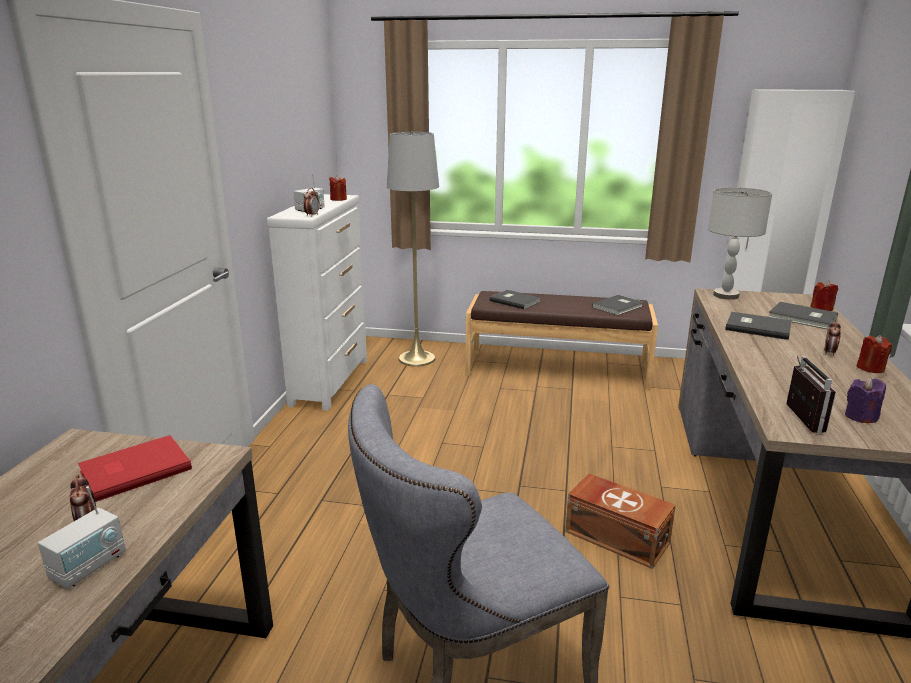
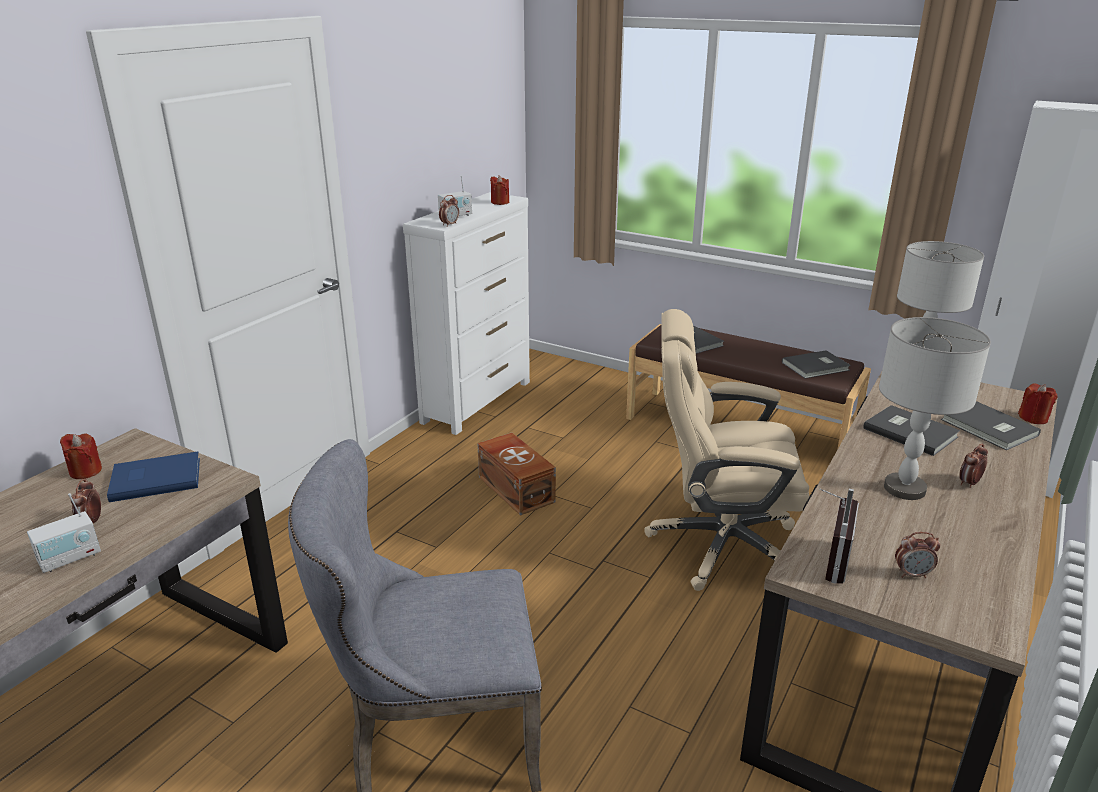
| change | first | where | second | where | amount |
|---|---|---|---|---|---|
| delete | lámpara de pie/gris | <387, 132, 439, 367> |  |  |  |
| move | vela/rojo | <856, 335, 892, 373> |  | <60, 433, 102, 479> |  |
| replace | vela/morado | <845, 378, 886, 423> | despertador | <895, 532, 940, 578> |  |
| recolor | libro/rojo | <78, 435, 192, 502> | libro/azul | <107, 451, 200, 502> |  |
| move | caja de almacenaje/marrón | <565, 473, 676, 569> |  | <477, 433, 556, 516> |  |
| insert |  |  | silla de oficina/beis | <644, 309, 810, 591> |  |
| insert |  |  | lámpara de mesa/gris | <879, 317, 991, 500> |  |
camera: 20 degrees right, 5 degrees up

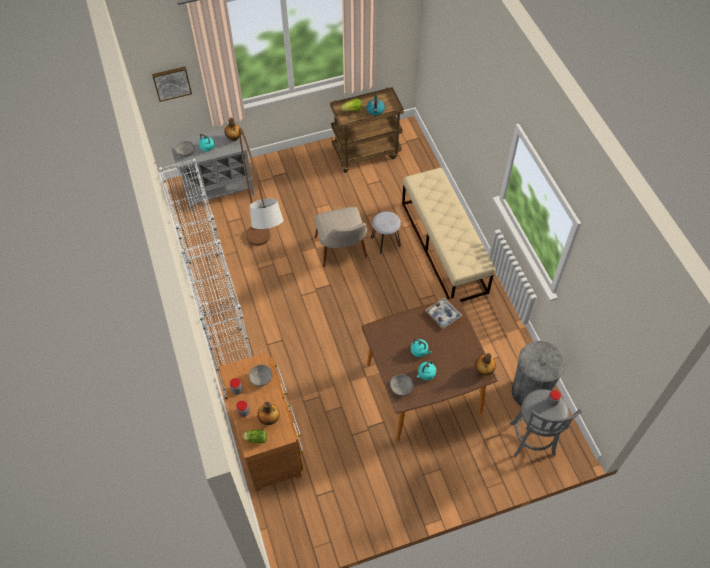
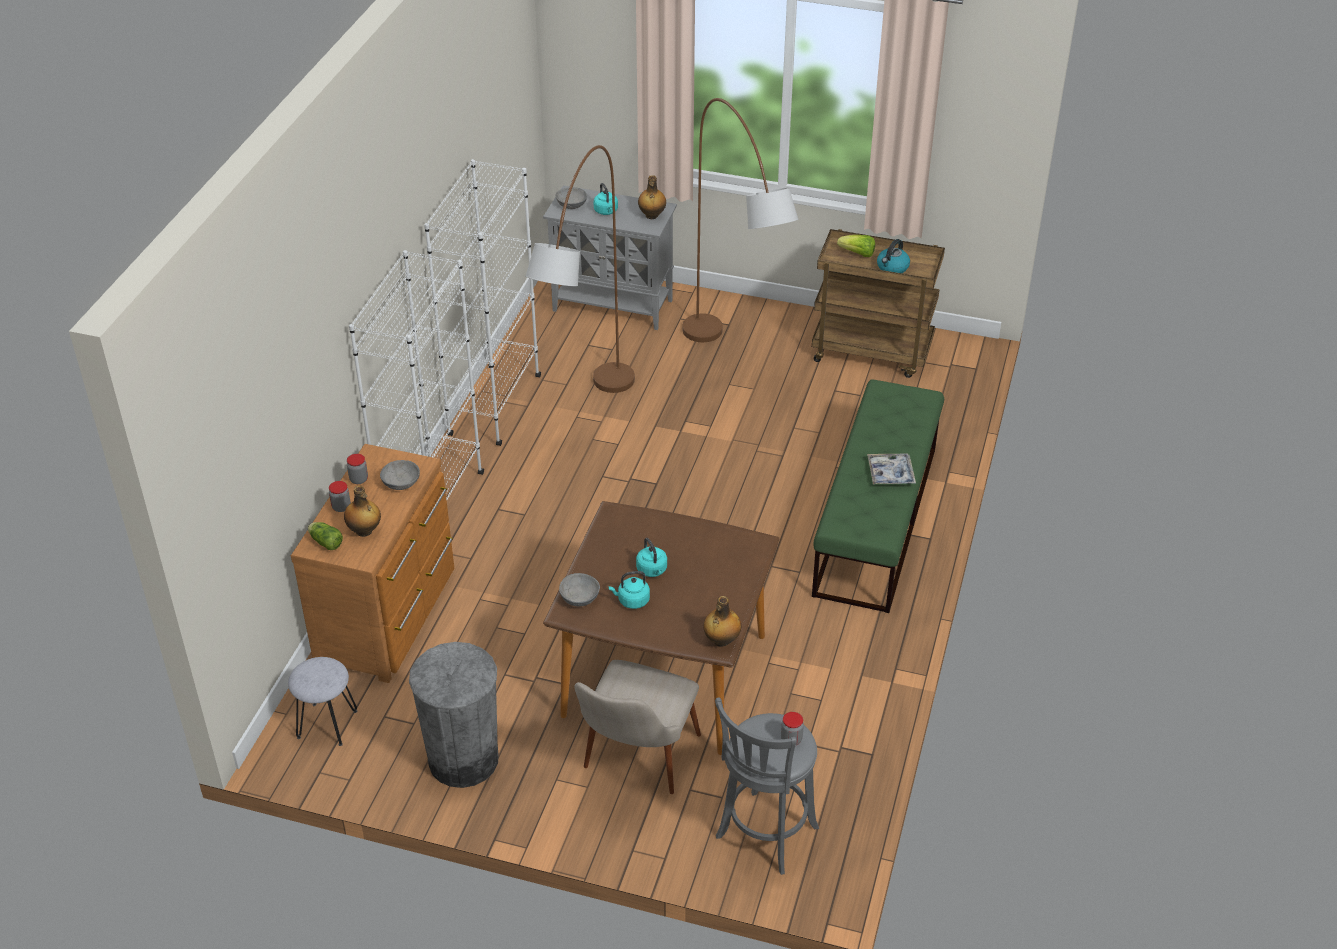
| change | first | where | second | where | amount |
|---|---|---|---|---|---|
| delete | cuadro | <152, 67, 192, 102> |  |  |  |
| recolor | banco/beis | <402, 168, 495, 302> | banco/verde | <812, 380, 944, 613> |  |
| move | silla/beis | <314, 207, 367, 267> |  | <574, 660, 701, 794> |  |
| move | taburete/gris | <371, 211, 401, 254> |  | <288, 657, 357, 746> |  |
| move | bandeja | <425, 298, 462, 329> |  | <867, 453, 916, 484> |  |
| move | papelera/gris | <512, 341, 566, 406> |  | <409, 642, 498, 788> |  |
| insert |  |  | lámpara de pie/marrón | <683, 98, 798, 342> |  |
camera: 35 degrees right, 15 degrees down

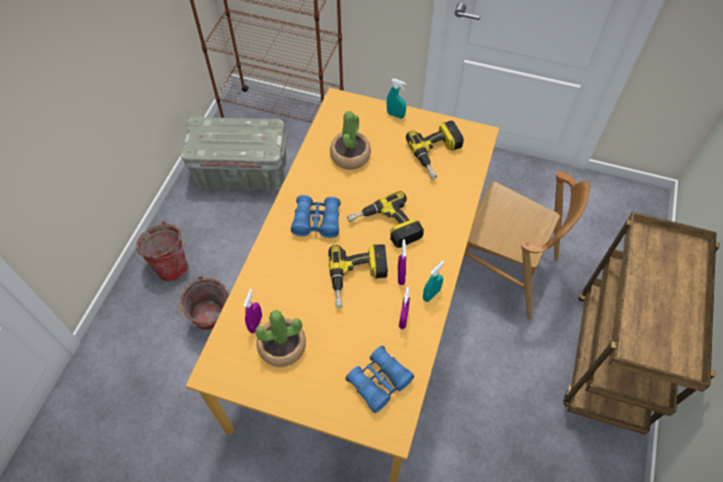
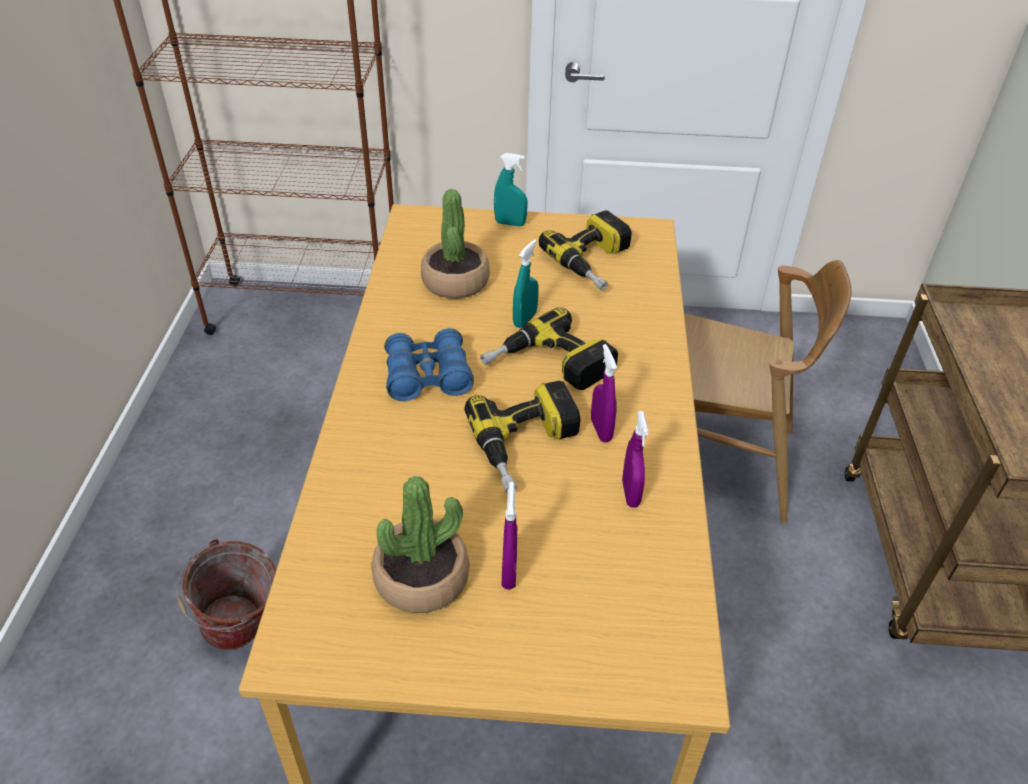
| change | first | where | second | where | amount |
|---|---|---|---|---|---|
| delete | caja de almacenaje/gris | <180, 117, 286, 192> |  |  |  |
| delete | cubo | <136, 221, 188, 282> |  |  |  |
| move | pulverizador/turquesa | <423, 261, 444, 302> |  | <513, 239, 539, 328> |  |
| move | pulverizador/morado | <243, 289, 262, 333> |  | <501, 482, 517, 590> |  |
| delete | prismáticos/azul | <345, 346, 414, 413> |  |  |  |
camera: 15 degrees left, 15 degrees down

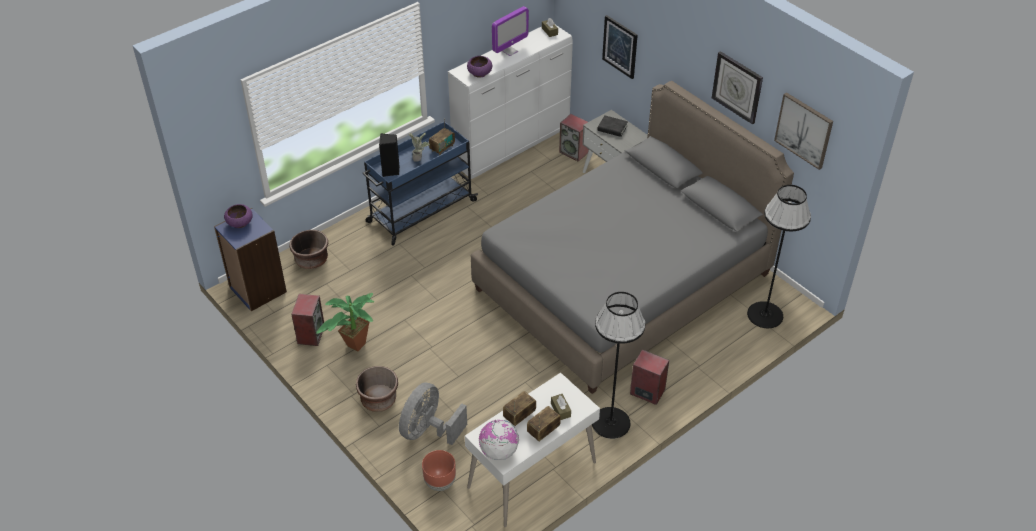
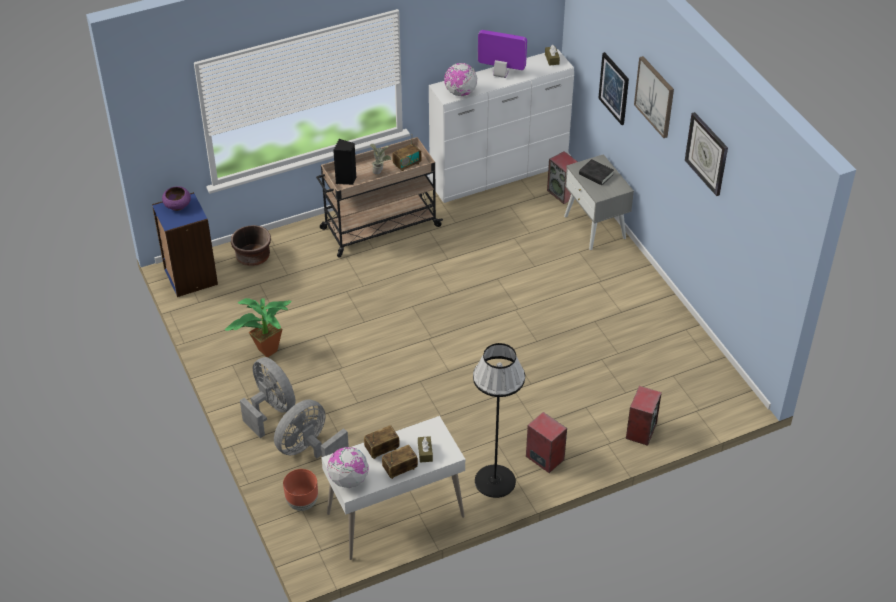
| change | first | where | second | where | amount |
|---|---|---|---|---|---|
| rotate | monitor | <492, 6, 529, 56> |  | <478, 30, 527, 78> | 135 degrees counterclockwise |
| replace | cuenco/morado | <467, 56, 492, 78> | globo terráqueo | <444, 63, 477, 96> |  |
| delete | cama/gris | <471, 81, 794, 394> |  |  |  |
| move | cuadro | <774, 92, 833, 170> |  | <634, 56, 674, 138> |  |
| recolor | carrito/azul | <363, 121, 478, 246> | carrito/beis | <316, 137, 443, 258> |  |
| delete | lámpara de pie/negro | <747, 185, 811, 328> |  |  |  |
| move | altavoz | <291, 294, 324, 346> |  | <626, 386, 662, 446> |  |
| replace | maceta/marrón | <356, 366, 398, 412> | ventilador/gris | <240, 357, 295, 438> |  |
camera: 15 degrees right, 0 degrees up

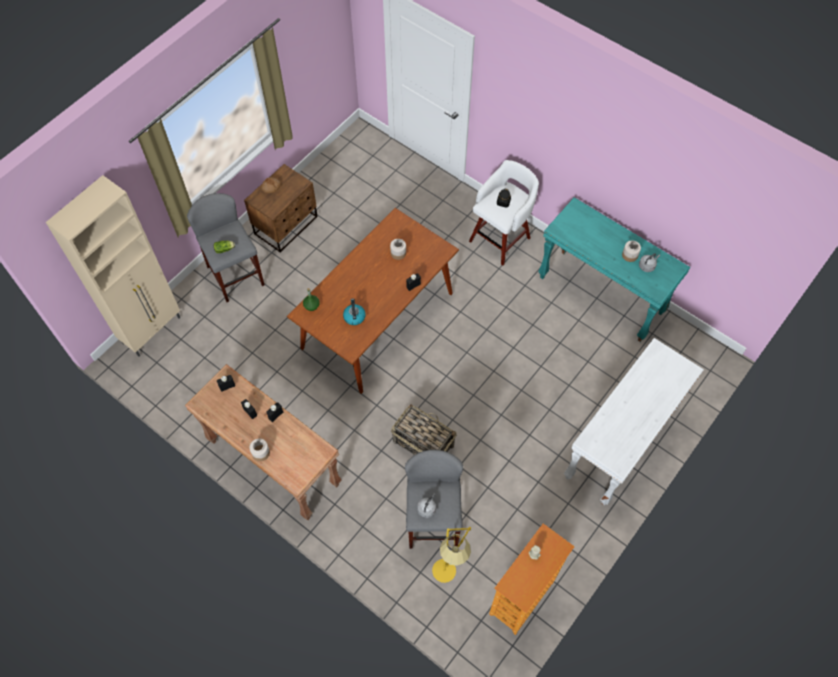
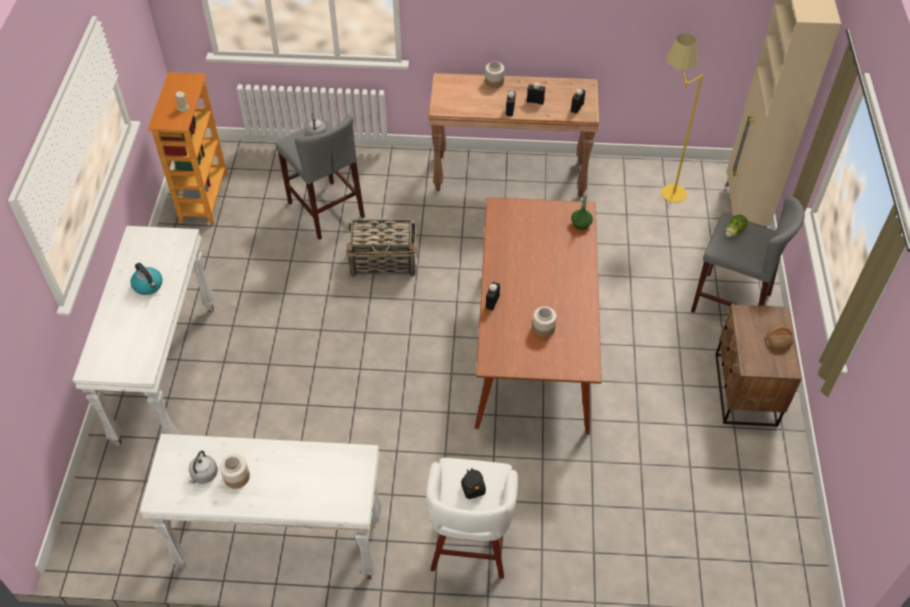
| change | first | where | second | where | amount |
|---|---|---|---|---|---|
| recolor | mesa consola/turquesa | <538, 197, 690, 342> | mesa consola/blanco | <140, 434, 382, 579> |  |
| move | hervidor | <343, 299, 366, 325> |  | <130, 263, 162, 295> |  |
| move | lámpara de pie/amarillo | <432, 527, 471, 583> |  | <661, 34, 703, 203> |  |
camera: 145 degrees right, 10 degrees down

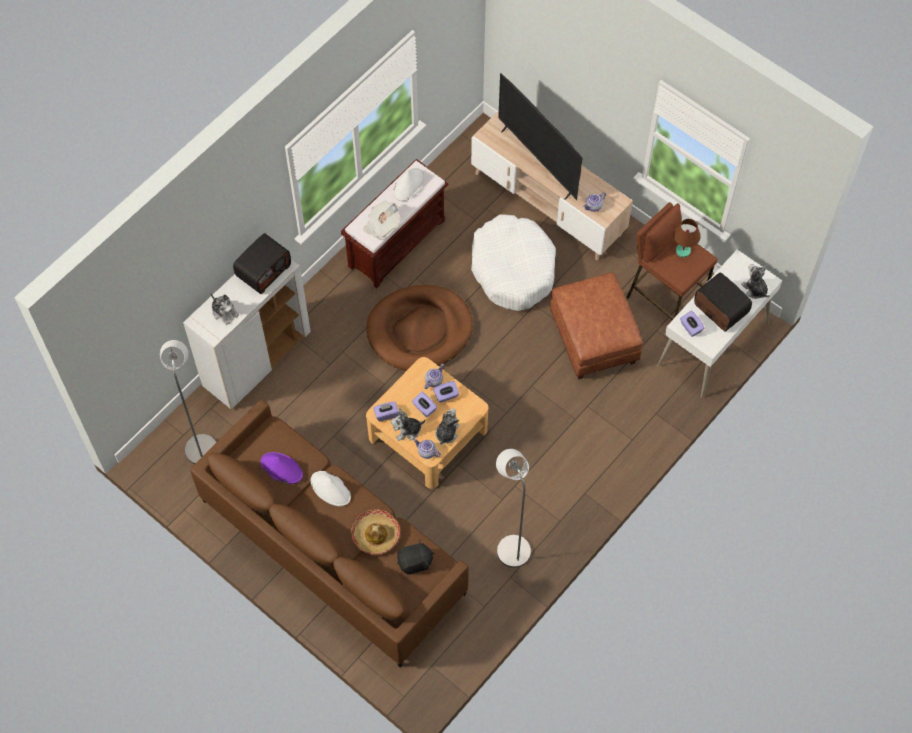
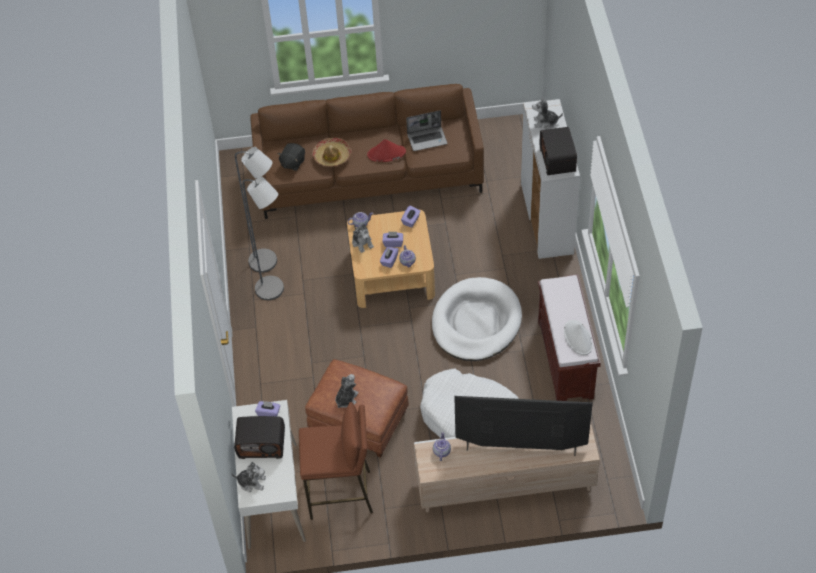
| change | first | where | second | where | amount |
|---|---|---|---|---|---|
| delete | periódico | <363, 200, 401, 240> |  |  |  |
| delete | lámpara de mesa/marrón | <673, 219, 701, 258> |  |  |  |
| recolor | cama para perro/marrón | <367, 285, 473, 371> | cama para perro/blanco | <432, 277, 522, 361> |  |
| move | lámpara de pie/gris | <160, 340, 217, 464> |  | <242, 177, 284, 300> |  |
| move | peluche | <391, 408, 426, 441> |  | <335, 374, 359, 408> |  |
| replace | sombrero/morado | <261, 452, 303, 484> | portátil | <406, 110, 447, 151> |  |
| recolor | sombrero/blanco | <311, 471, 351, 506> | sombrero/rojo | <367, 139, 406, 162> |  |
camera: 135 degrees right, 10 degrees down

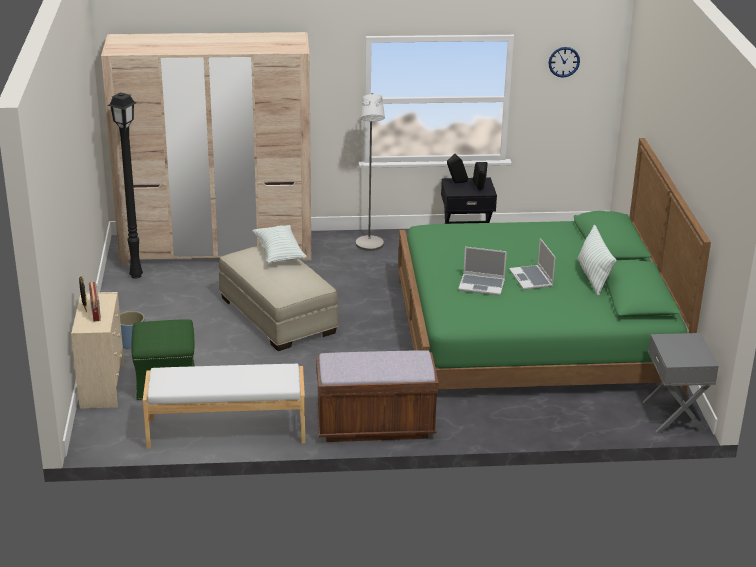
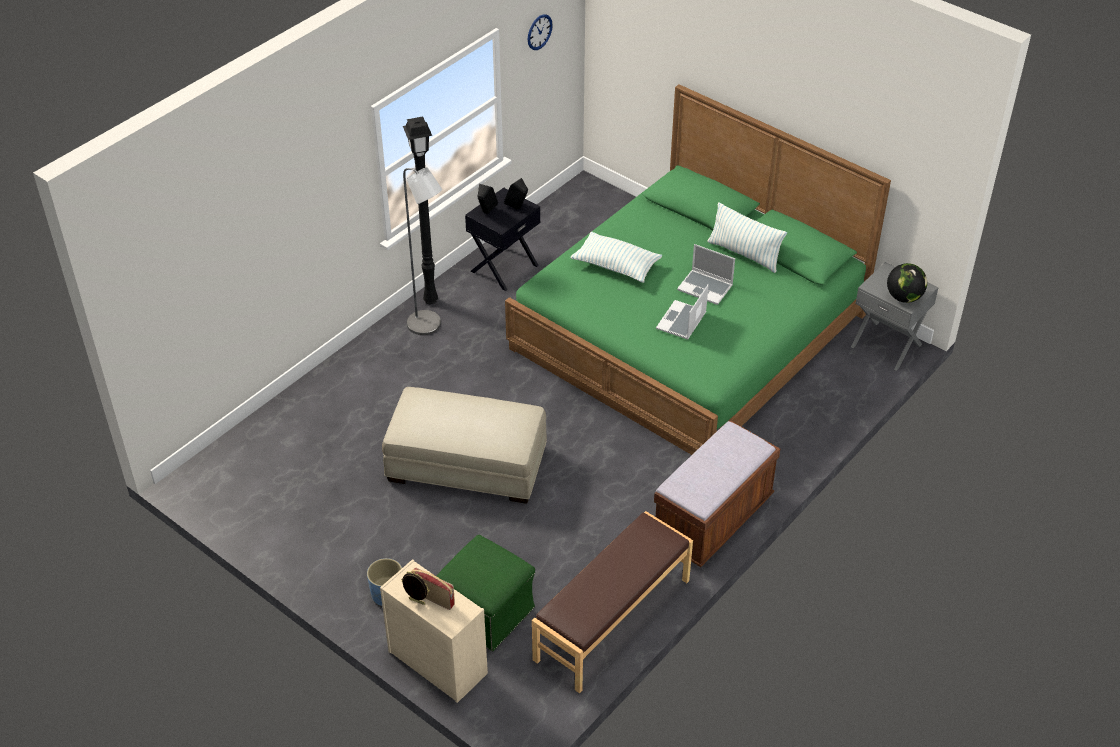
| change | first | where | second | where | amount |
|---|---|---|---|---|---|
| delete | armario ropero/beis | <101, 32, 311, 265> |  |  |  |
| move | lámpara de pie/negro | <107, 92, 143, 279> |  | <403, 117, 438, 304> |  |
| move | cojín | <252, 225, 307, 264> |  | <571, 232, 662, 283> |  |
| rotate | portátil | <458, 247, 507, 296> |  | <656, 285, 708, 340> | 150 degrees clockwise |
| recolor | banco/blanco | <143, 364, 305, 449> | banco/marrón | <532, 511, 693, 693> |  |
| insert |  |  | globo terráqueo | <887, 263, 927, 303> |  |
camera: 45 degrees left, 15 degrees up

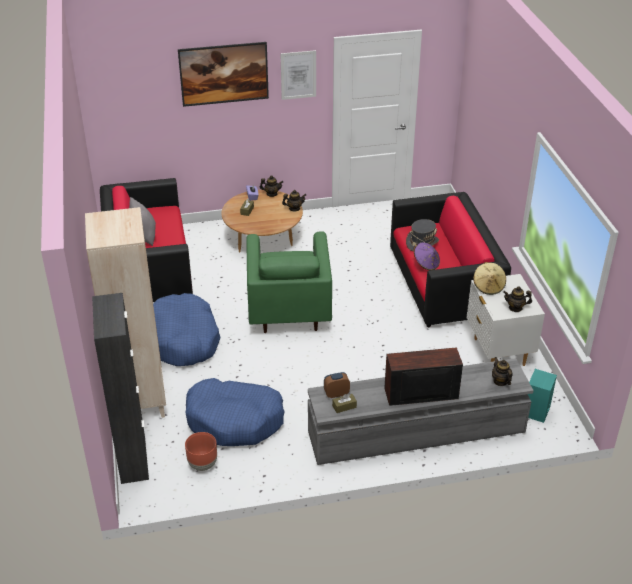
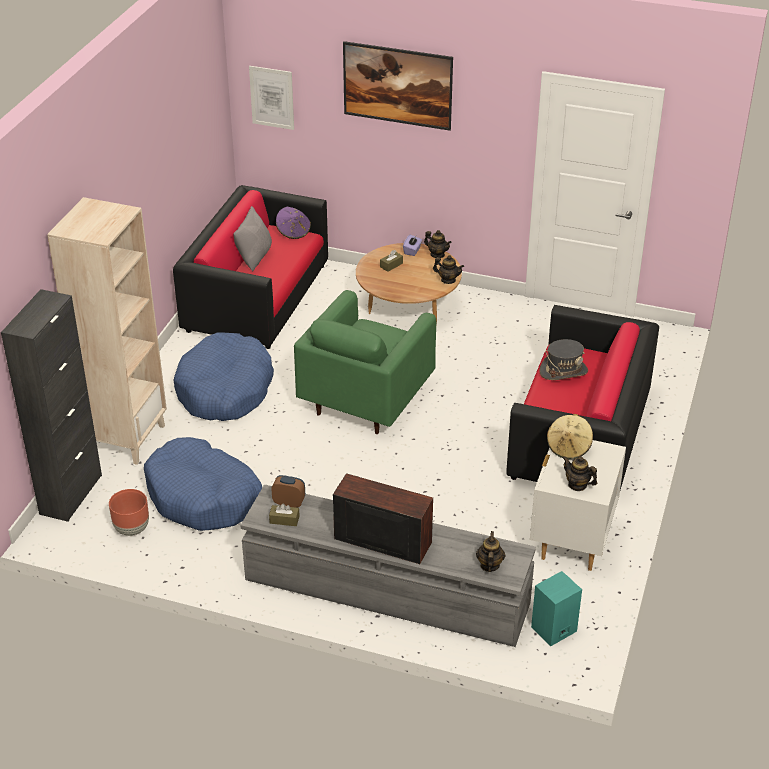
| change | first | where | second | where | amount |
|---|---|---|---|---|---|
| move | cuadro | <280, 50, 316, 100> |  | <249, 66, 294, 130> |  |
| move | sombrero/morado | <413, 242, 440, 270> |  | <276, 207, 311, 239> |  |
camera: 30 degrees right, 0 degrees up

